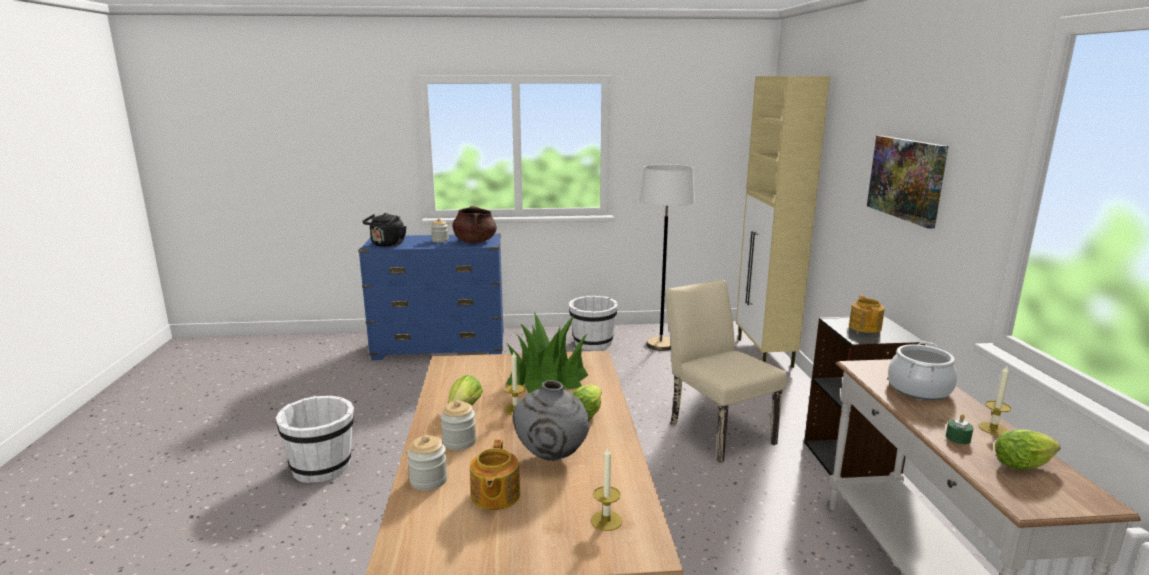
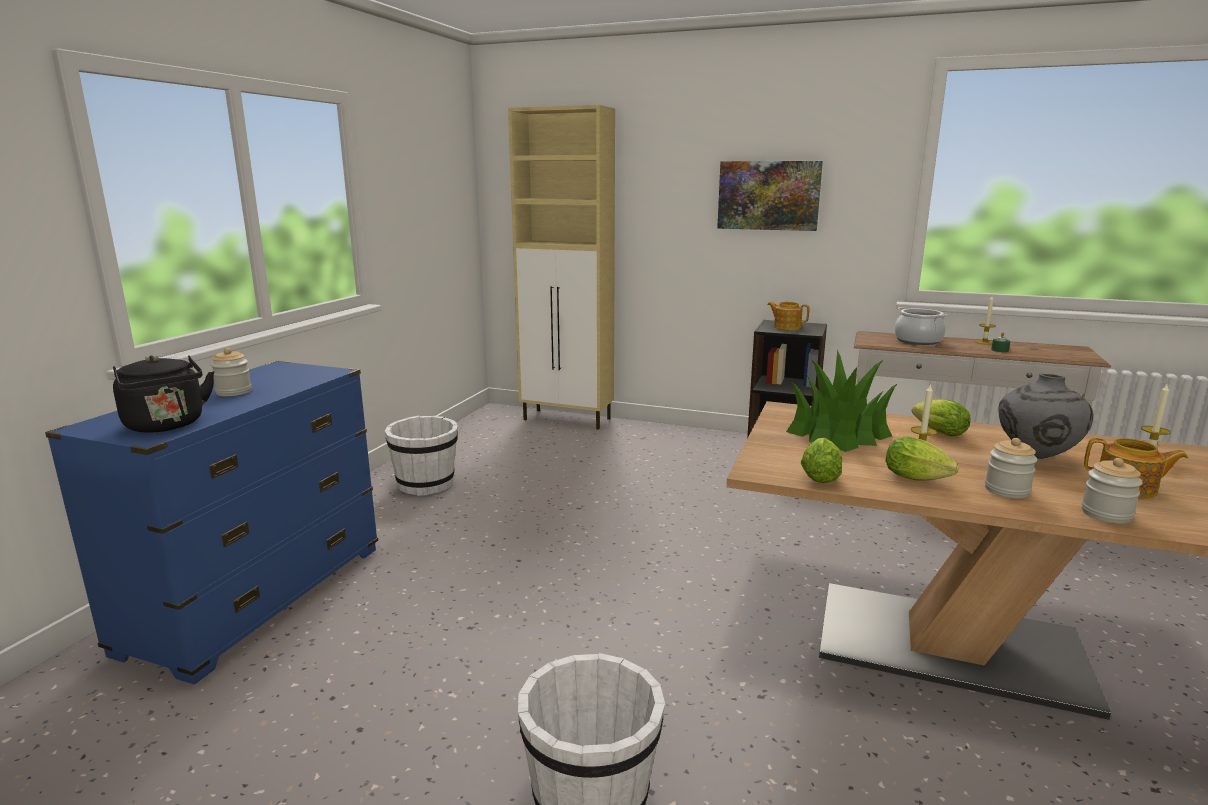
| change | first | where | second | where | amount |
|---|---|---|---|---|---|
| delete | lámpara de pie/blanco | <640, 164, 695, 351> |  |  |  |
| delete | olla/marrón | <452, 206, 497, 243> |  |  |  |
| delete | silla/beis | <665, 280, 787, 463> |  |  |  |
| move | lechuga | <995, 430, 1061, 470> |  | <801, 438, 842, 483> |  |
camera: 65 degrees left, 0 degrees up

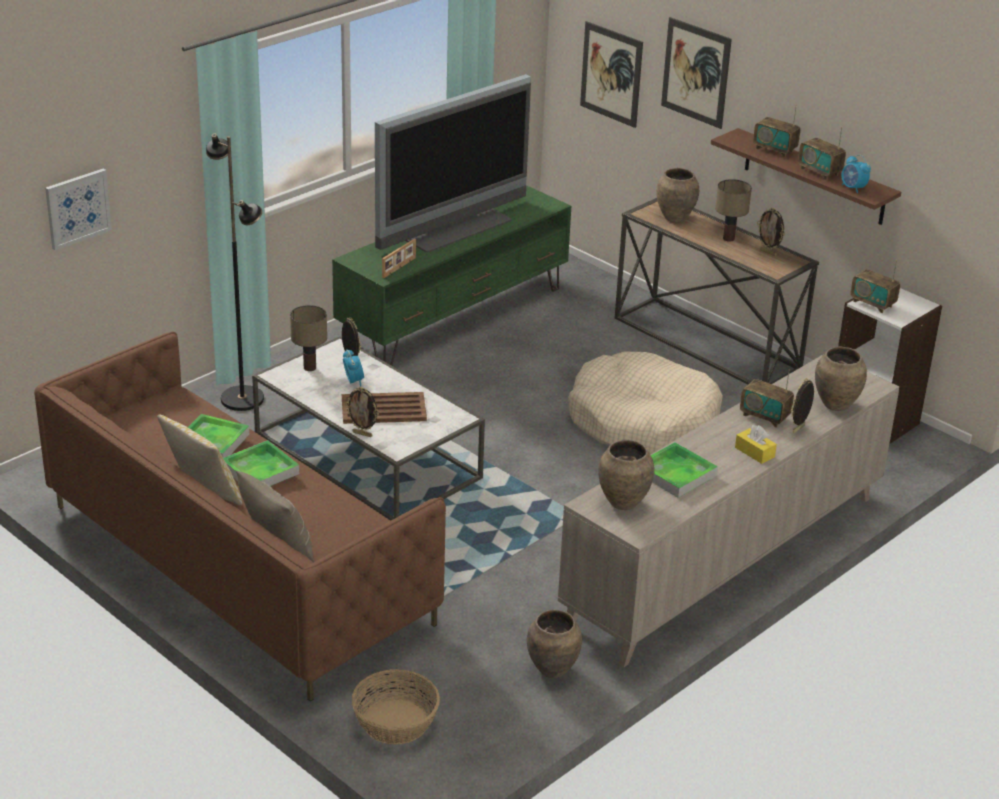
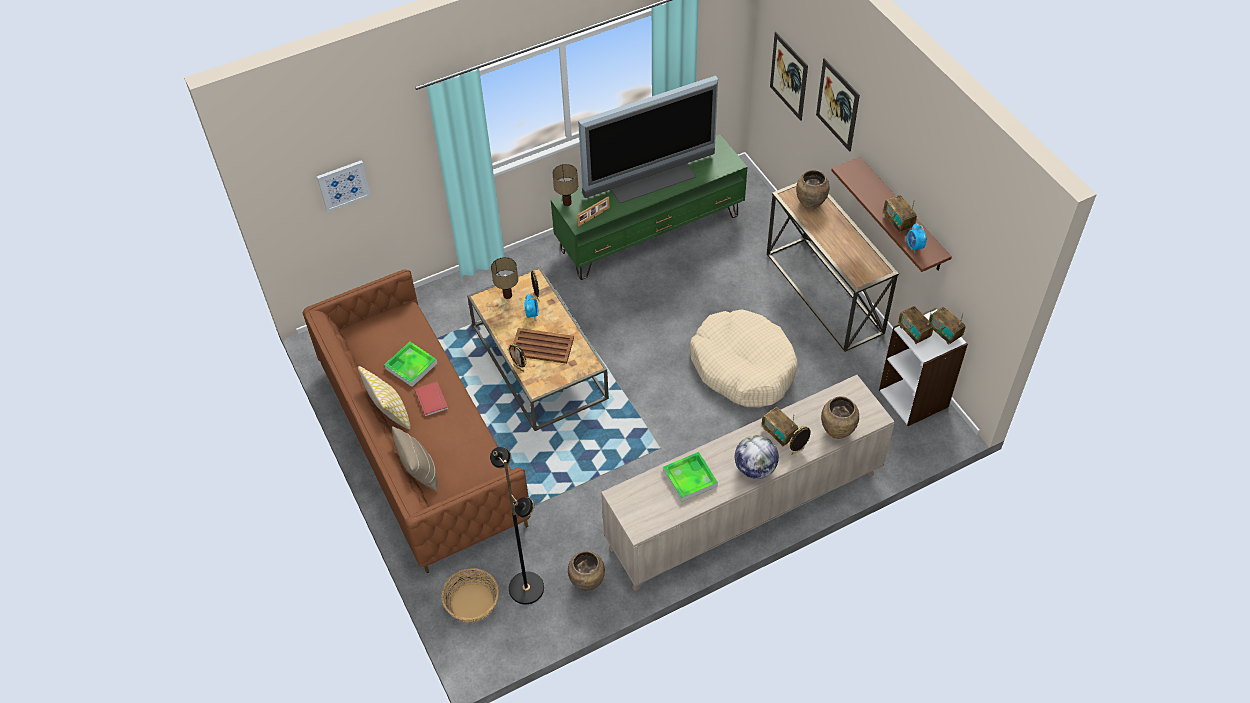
| change | first | where | second | where | amount |
|---|---|---|---|---|---|
| move | radio | <753, 104, 800, 158> |  | <929, 307, 966, 345> |  |
| move | lámpara de pie/negro | <206, 133, 264, 411> |  | <490, 447, 544, 604> |  |
| move | lámpara de mesa | <715, 179, 752, 242> |  | <552, 164, 578, 206> |  |
| delete | portarretratos | <757, 208, 785, 256> |  |  |  |
| recolor | mesa de centro/blanco | <252, 336, 485, 521> | mesa de centro/marrón | <467, 267, 609, 431> |  |
| replace | caja de pañuelos/amarillo | <735, 425, 777, 464> | globo terráqueo | <735, 435, 779, 479> |  |
| replace | bandeja | <223, 440, 299, 486> | libro/rojo | <415, 382, 448, 417> |  |
| delete | florero/marrón | <598, 440, 654, 510> |  |  |  |
camera: 20 degrees right, 20 degrees up

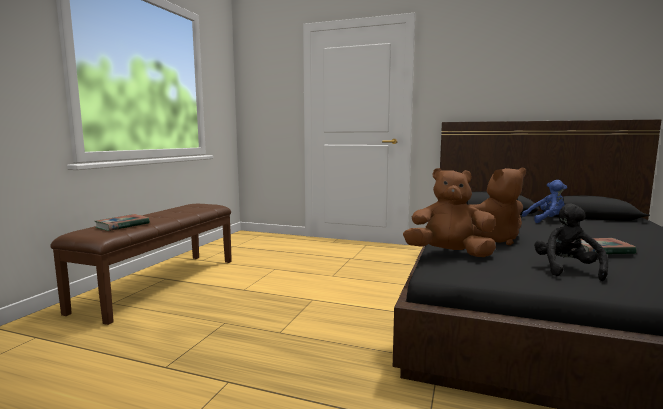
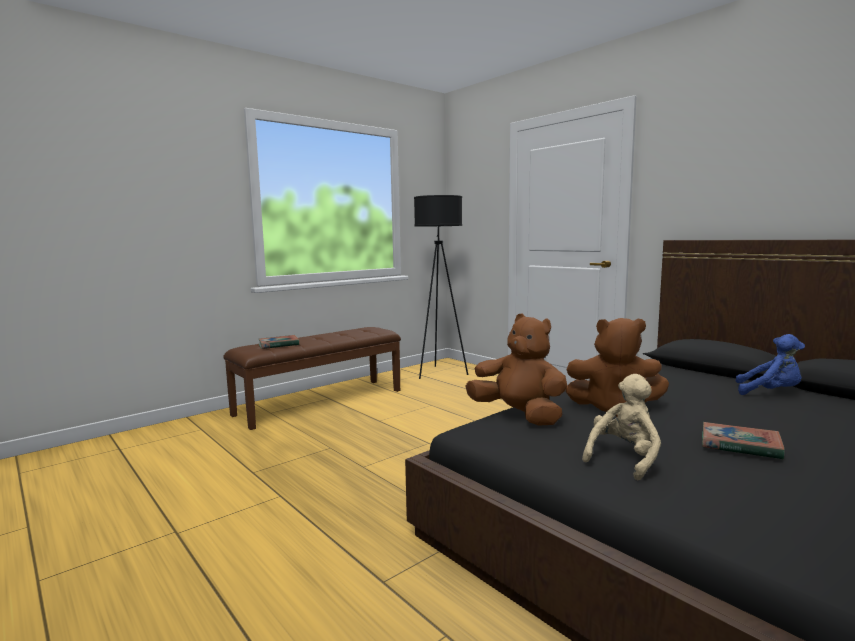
| change | first | where | second | where | amount |
|---|---|---|---|---|---|
| recolor | peluche/negro | <534, 203, 608, 281> | peluche/beis | <582, 374, 661, 480> |  |
| insert |  |  | lámpara de pie/negro | <414, 195, 468, 379> |  |
camera: 30 degrees right, 0 degrees up

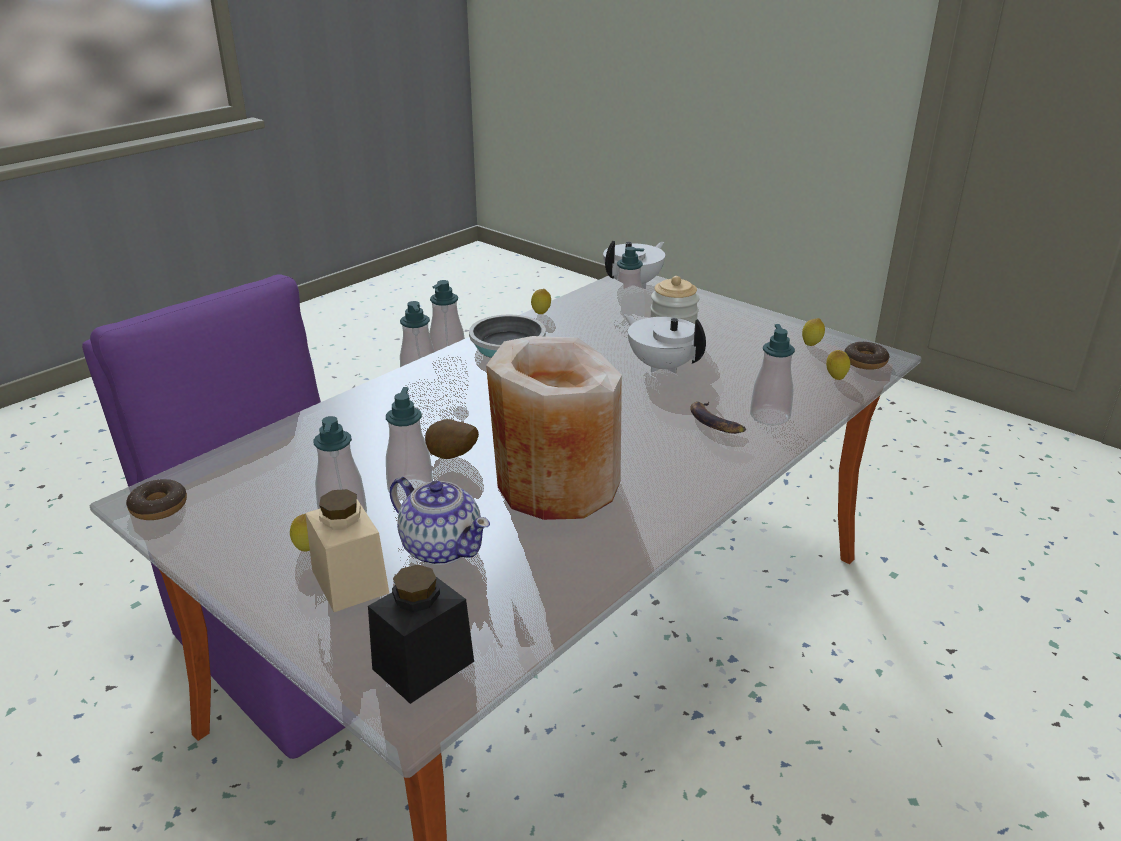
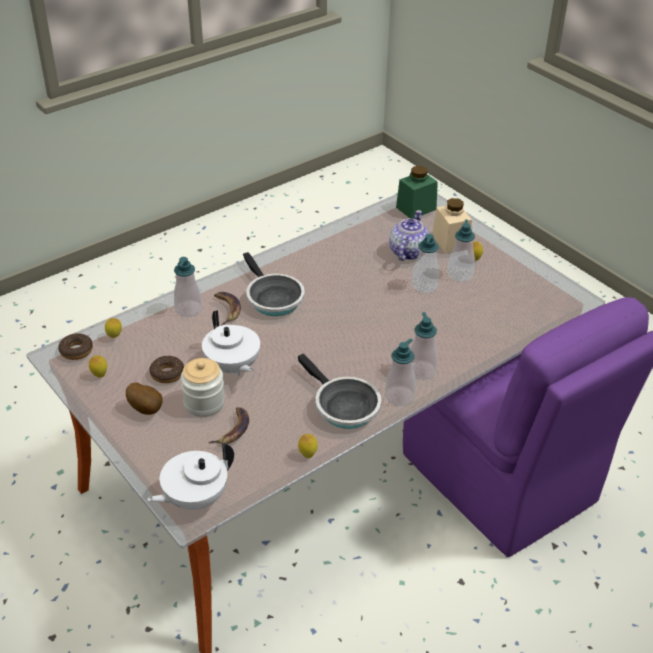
| change | first | where | second | where | amount |
|---|---|---|---|---|---|
| replace | dispensador de jabón | <611, 247, 645, 328> | plátano | <208, 407, 249, 444> |  |
| delete | florero/beis | <486, 336, 622, 520> |  |  |  |
| move | patata | <425, 419, 479, 459> |  | <126, 382, 163, 415> |  |
| rotate | tetera | <390, 477, 490, 565> |  | <389, 210, 429, 261> | 60 degrees clockwise |
| move | rosquilla | <126, 479, 187, 520> |  | <149, 356, 184, 383> |  |
| recolor | tarro/negro | <368, 565, 474, 704> | tarro/verde | <396, 166, 438, 219> |  |
| insert |  |  | sartén | <243, 252, 305, 316> |  |
camera: 170 degrees left, 10 degrees up

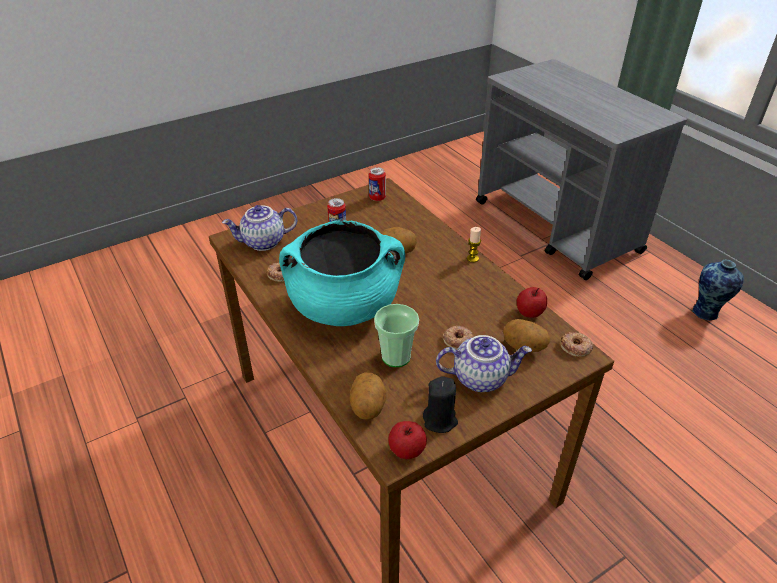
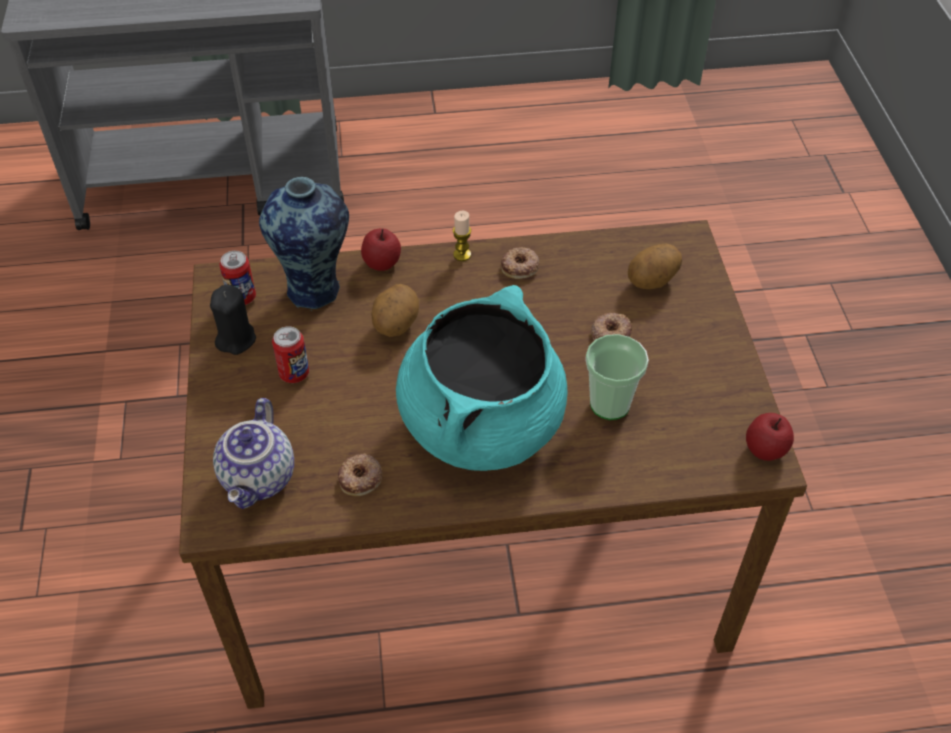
| change | first | where | second | where | amount |
|---|---|---|---|---|---|
| move | florero | <692, 259, 744, 321> |  | <259, 177, 349, 311> |  |
| move | manzana | <517, 287, 547, 318> |  | <361, 228, 401, 271> |  |
| move | rosquilla | <560, 332, 593, 357> |  | <501, 247, 539, 279> |  |
| delete | tetera | <436, 335, 532, 392> |  |  |  |
| delete | patata | <350, 372, 387, 420> |  |  |  |
| move | vela/negro | <423, 376, 458, 433> |  | <210, 285, 256, 355> |  |
camera: 65 degrees left, 10 degrees up

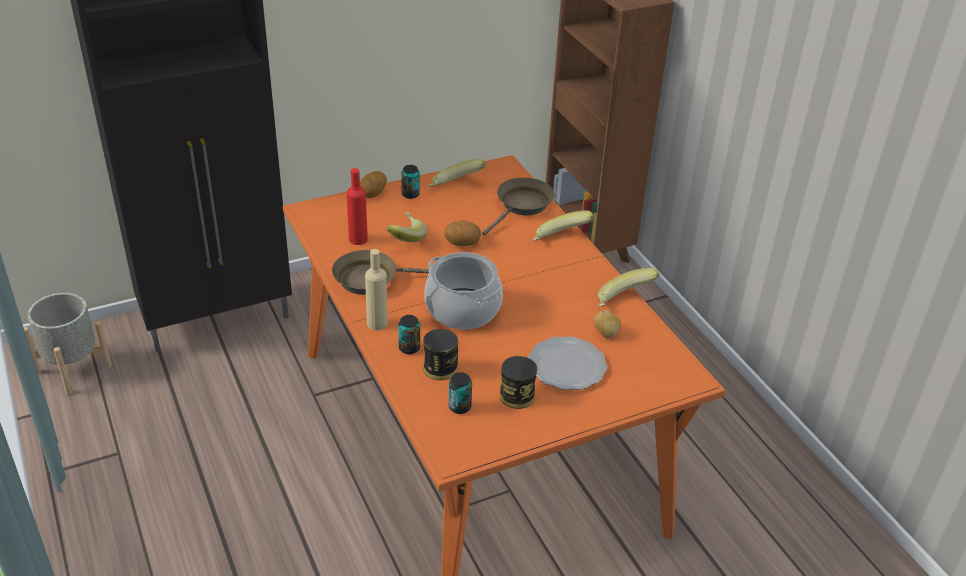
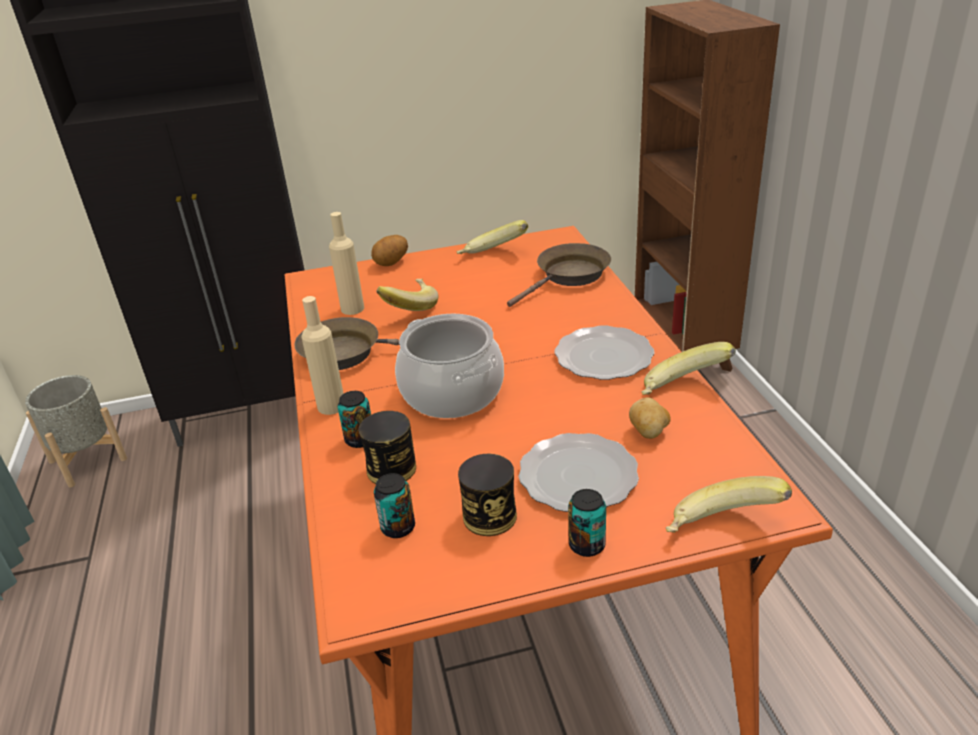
| change | first | where | second | where | amount |
|---|---|---|---|---|---|
| move | lata | <401, 165, 420, 199> |  | <568, 489, 606, 557> |  |
| recolor | botella/rojo | <346, 168, 368, 245> | botella/beis | <329, 212, 364, 315> |  |
| move | plátano | <533, 210, 594, 241> |  | <666, 476, 792, 533> |  |
| delete | patata | <444, 220, 481, 246> |  |  |  |
| insert |  |  | plato | <554, 326, 654, 380> |  |
camera: 15 degrees right, 5 degrees down

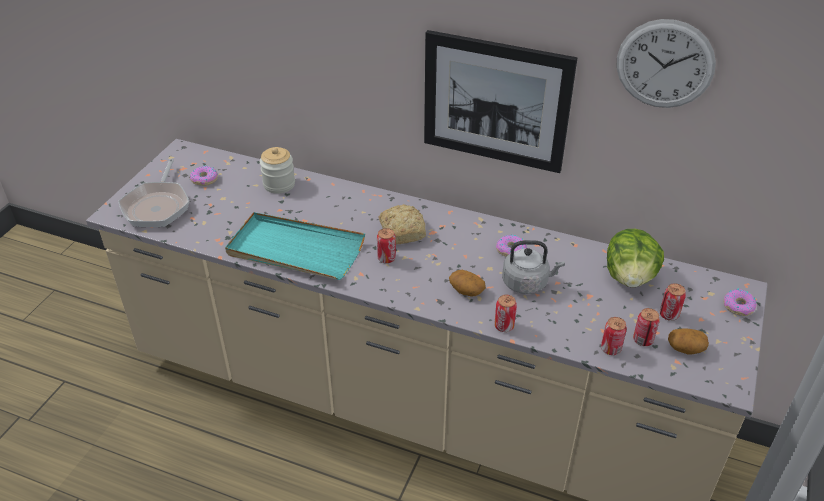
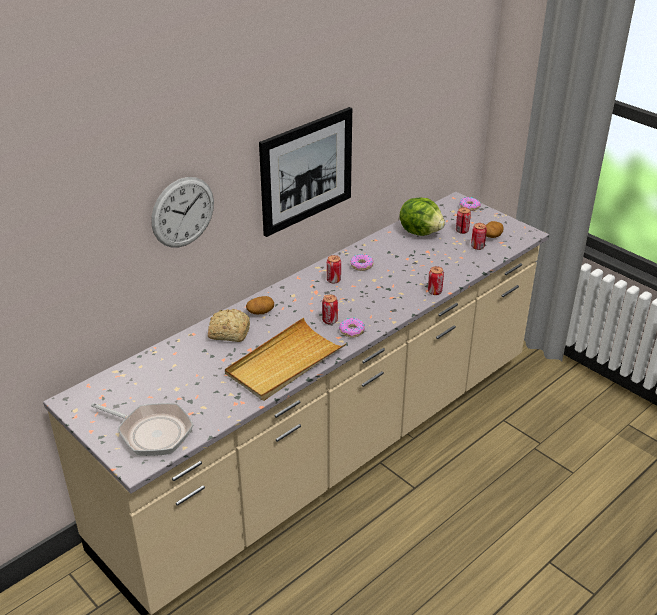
| change | first | where | second | where | amount |
|---|---|---|---|---|---|
| move | reloj de pared | <617, 19, 716, 108> |  | <151, 177, 214, 248> |  |
| delete | tarro | <260, 147, 295, 194> |  |  |  |
| move | rosquilla | <190, 166, 218, 186> |  | <339, 317, 365, 337> |  |
| move | pan | <379, 204, 426, 244> |  | <208, 309, 250, 342> |  |
| recolor | bandeja/turquesa | <225, 212, 365, 280> | bandeja/beis | <225, 318, 346, 401> |  |
| delete | hervidor/gris | <502, 240, 565, 294> |  |  |  |
| move | patata | <449, 270, 486, 296> |  | <246, 296, 274, 314> |  |
| move | lata | <601, 317, 627, 355> |  | <327, 255, 341, 284> |  |
camera: 65 degrees left, 5 degrees down

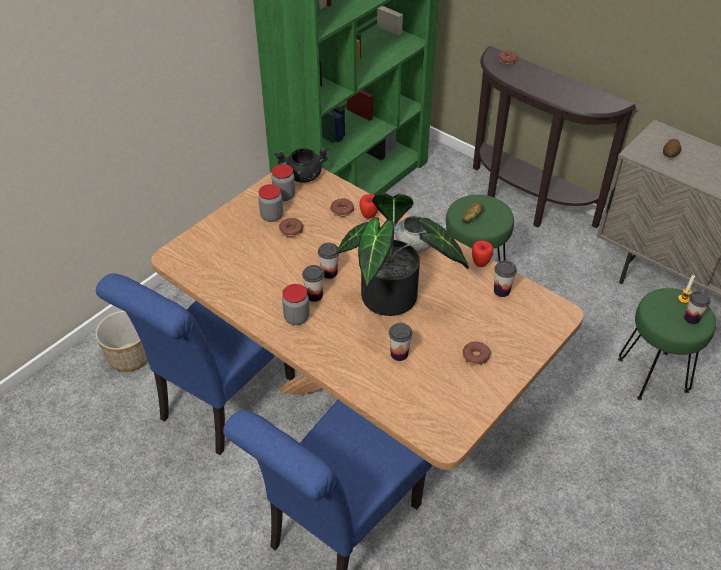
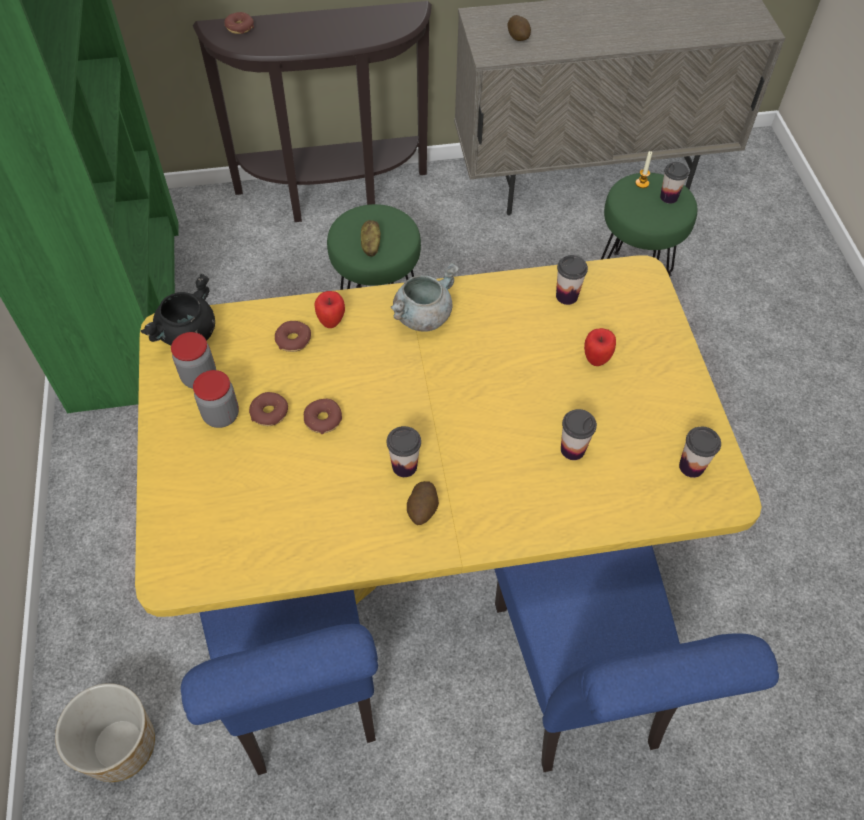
| change | first | where | second | where | amount |
|---|---|---|---|---|---|
| recolor | mesa de comedor/marrón | <151, 168, 583, 470> | mesa de comedor/amarillo | <135, 255, 762, 617> |  |
| delete | planta en maceta | <336, 193, 469, 316> |  |  |  |
| move | manzana | <472, 241, 493, 267> |  | <584, 328, 616, 366> |  |
| move | taza | <318, 243, 339, 279> |  | <679, 427, 721, 478> |  |
| replace | tarro | <282, 284, 310, 325> | patata | <407, 481, 439, 525> |  |
| move | rosquilla | <463, 341, 490, 365> |  | <304, 399, 342, 434> |  |
camera: 50 degrees left, 10 degrees up

